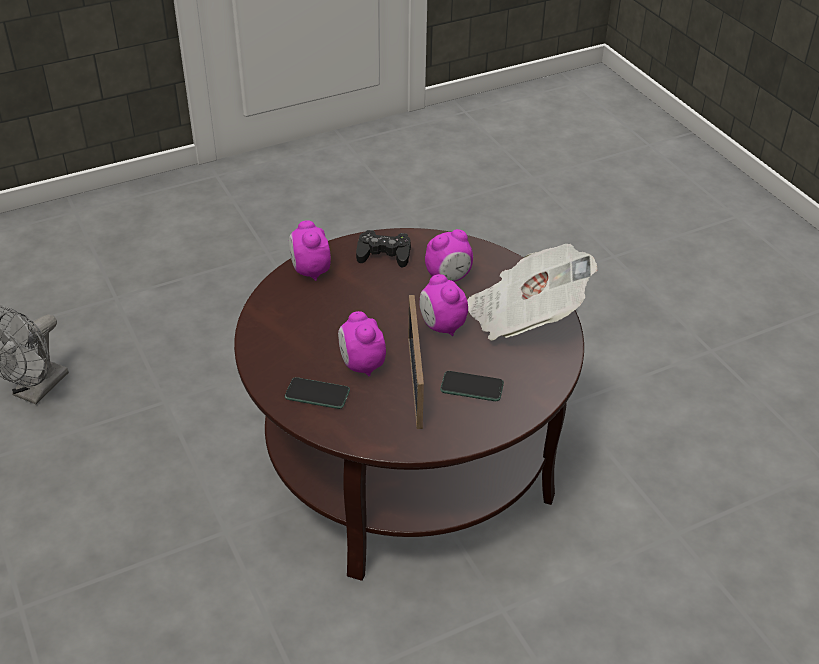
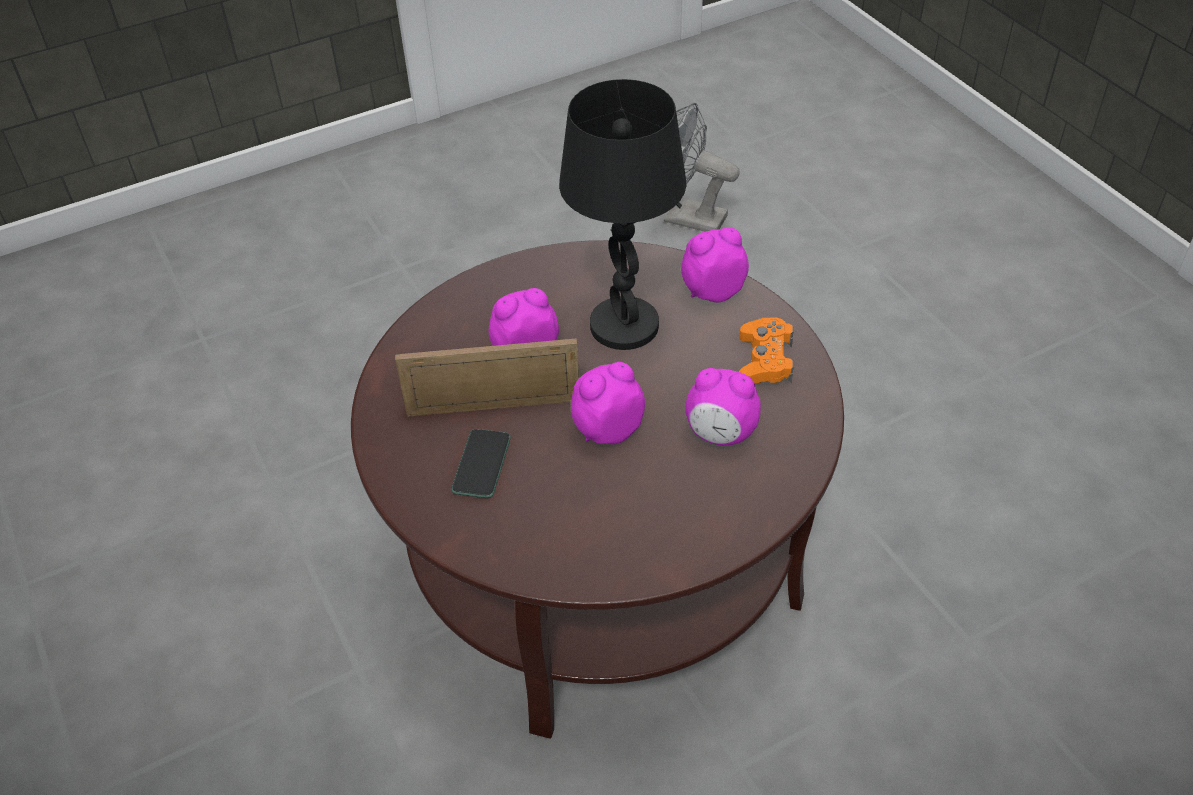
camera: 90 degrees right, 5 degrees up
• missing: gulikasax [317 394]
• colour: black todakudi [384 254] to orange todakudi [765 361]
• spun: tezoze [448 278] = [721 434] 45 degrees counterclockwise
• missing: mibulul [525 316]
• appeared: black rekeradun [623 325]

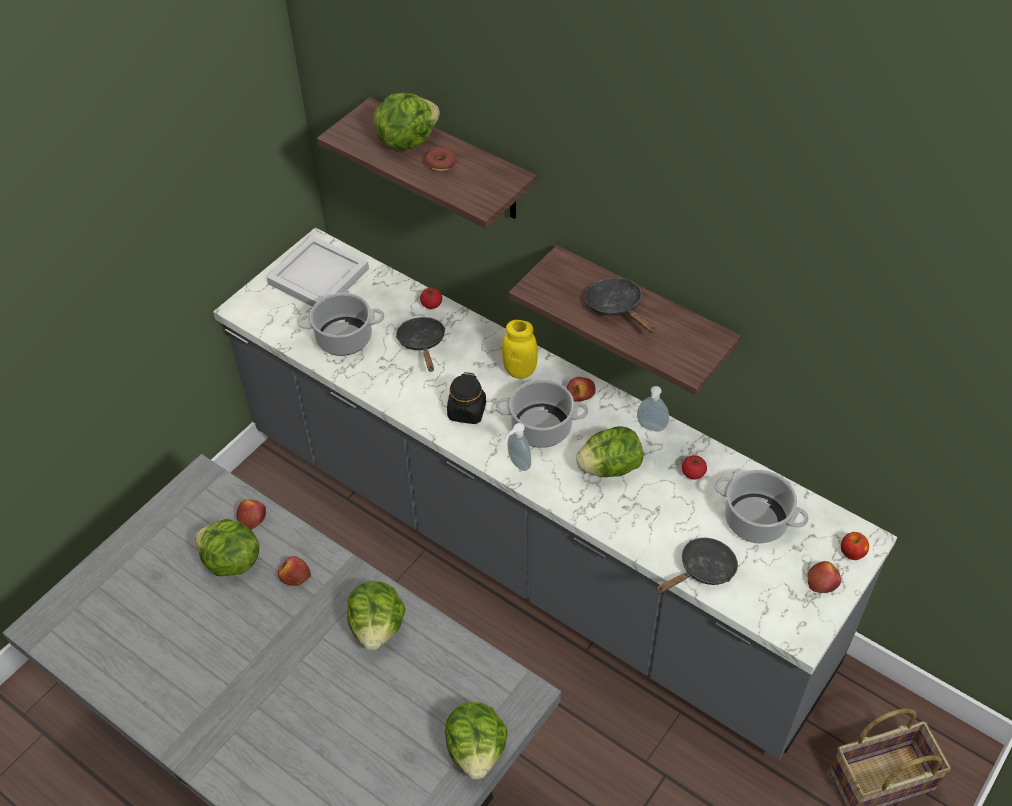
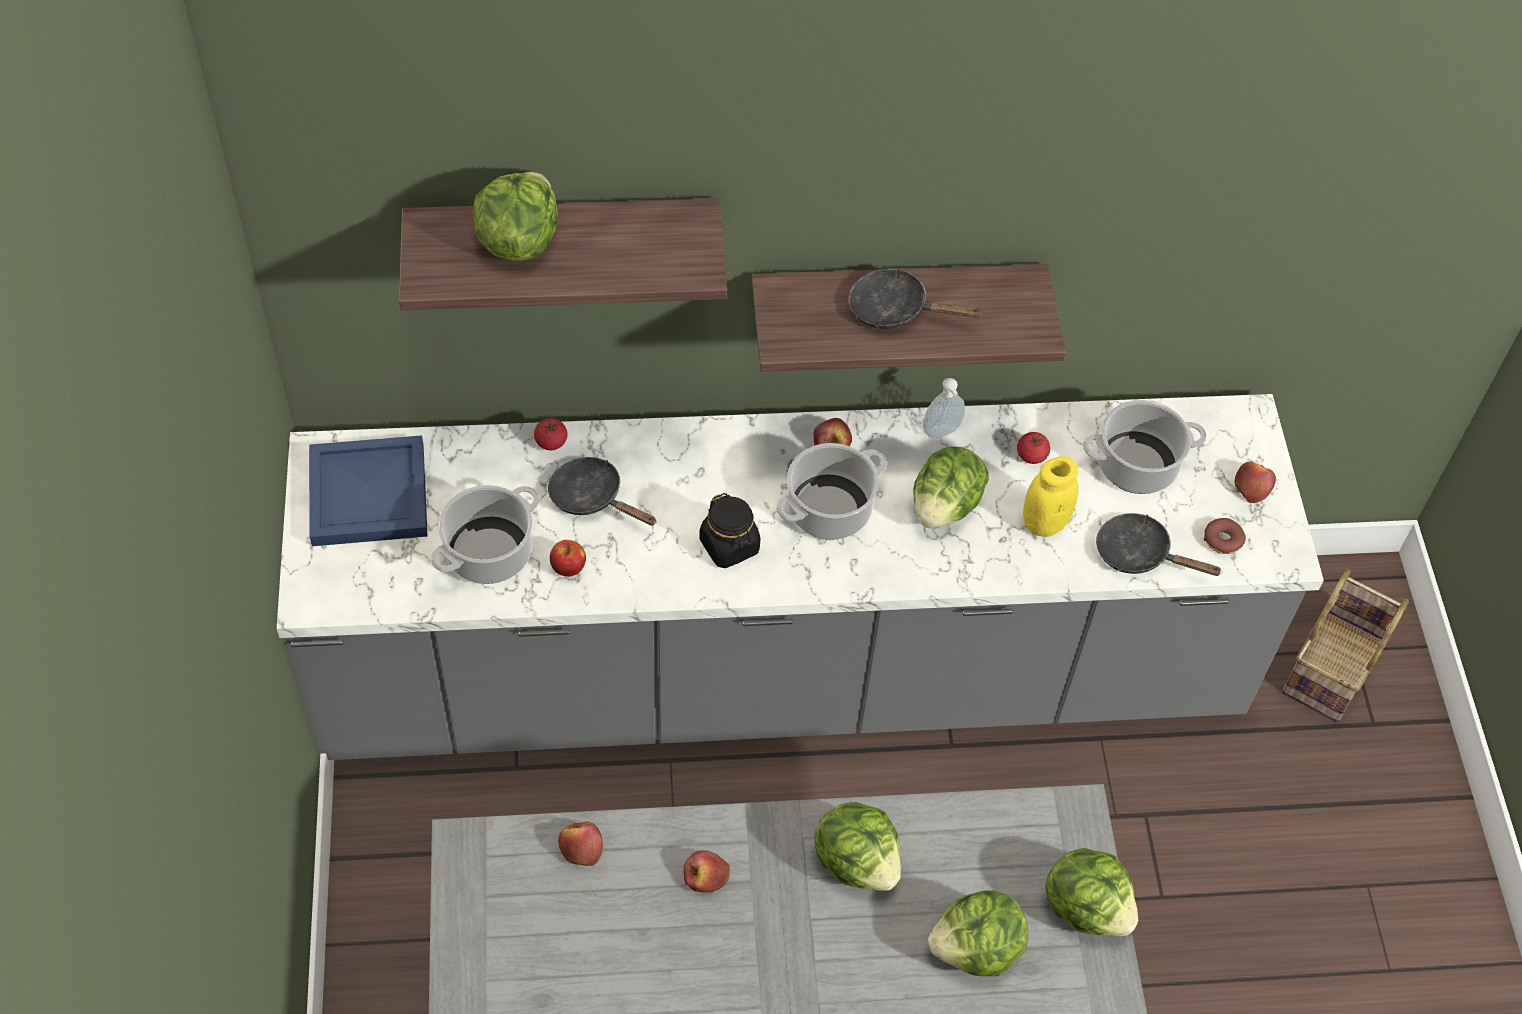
camera: 45 degrees left, 5 degrees up
• relocated: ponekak [231 562] to [977 950]
• colour: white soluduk [318 275] to blue soluduk [366 493]
• relocated: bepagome [441 164] to [1222 540]
• relocated: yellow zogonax [520 370] to [1044 523]
• missing: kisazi [518 464]
• spun: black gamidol [702 570] = [1139 554] 75 degrees counterclockwise
• relocated: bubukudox [852 553] to [568 567]

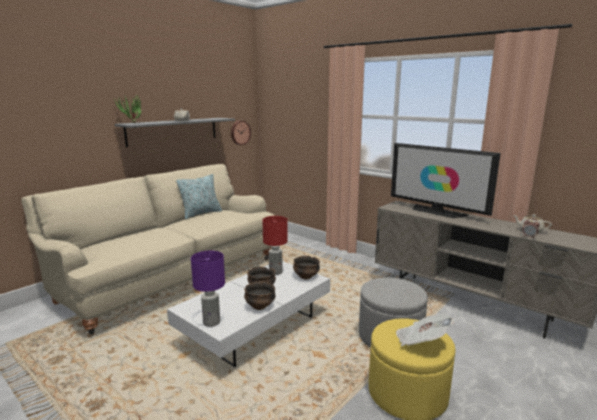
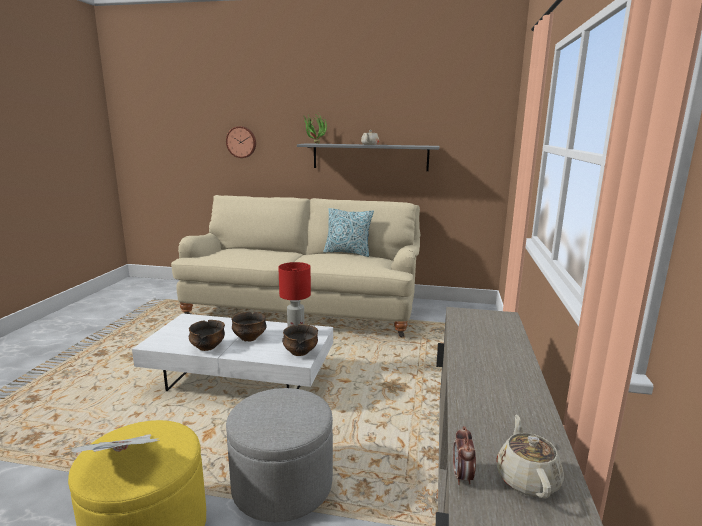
camera: 60 degrees right, 0 degrees up
• missing: purple rekeradun [212 322]
• relocated: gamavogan [240 132] to [241 142]
• missing: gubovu [436 211]

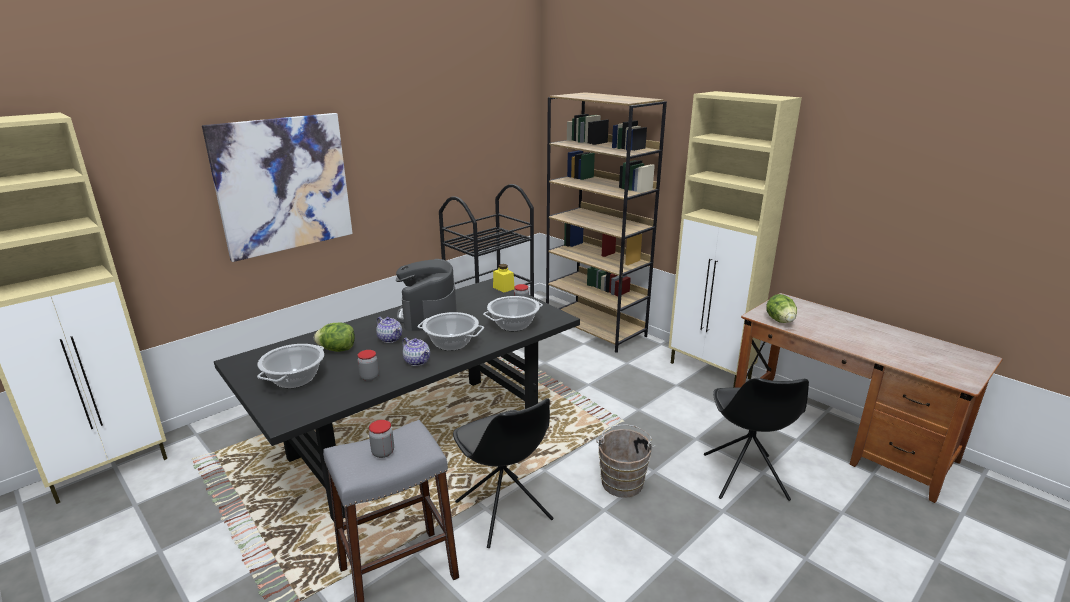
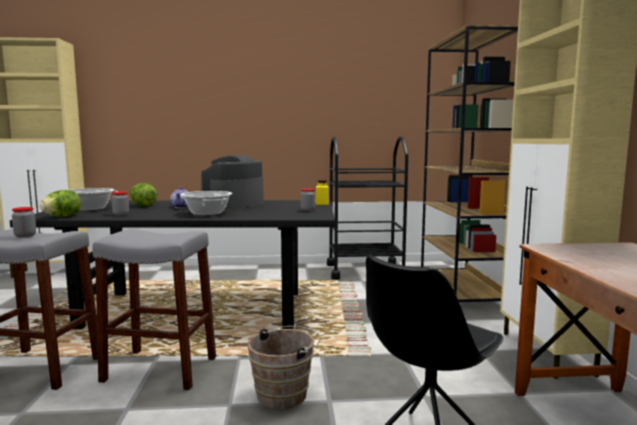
camera: 40 degrees right, 15 degrees down
• missing: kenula [284 185]
• missing: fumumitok [417 361]
• exchanged: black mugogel [504 512] to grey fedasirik [160 369]
• missing: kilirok [513 325]
• relocated: ponekak [780 321] to [62 217]

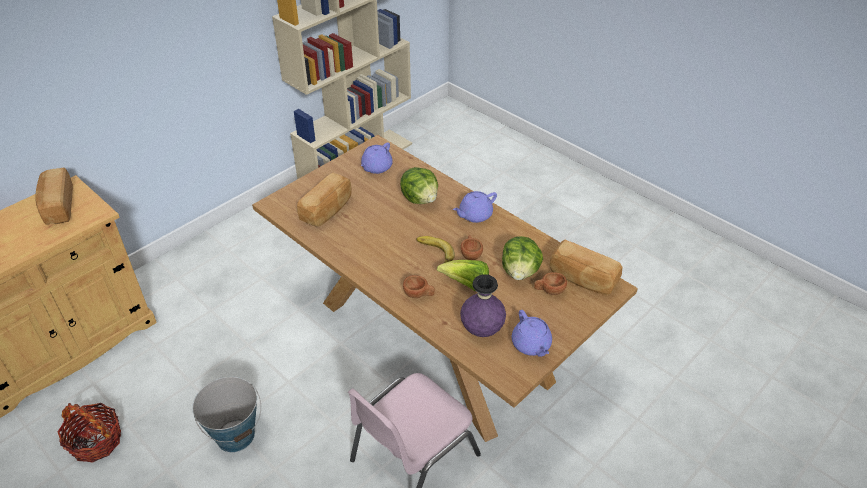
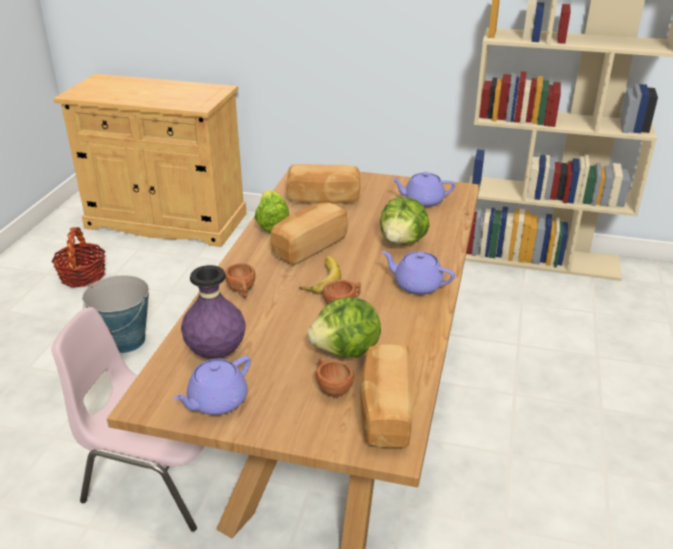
camera: 60 degrees right, 10 degrees down
• relocated: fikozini [58 207] to [308 246]
• relocated: ponekak [466 284] to [272 224]

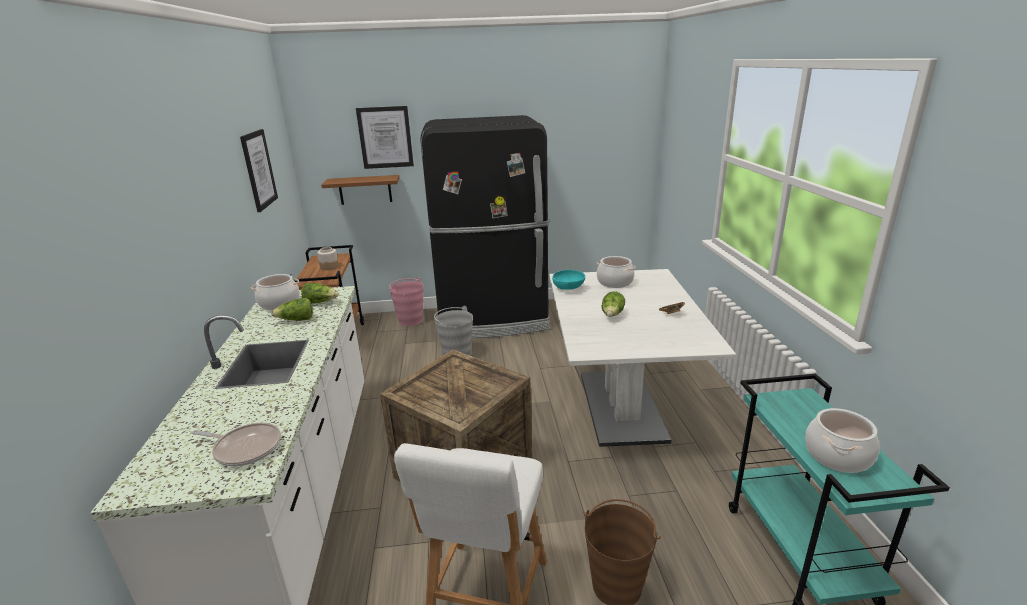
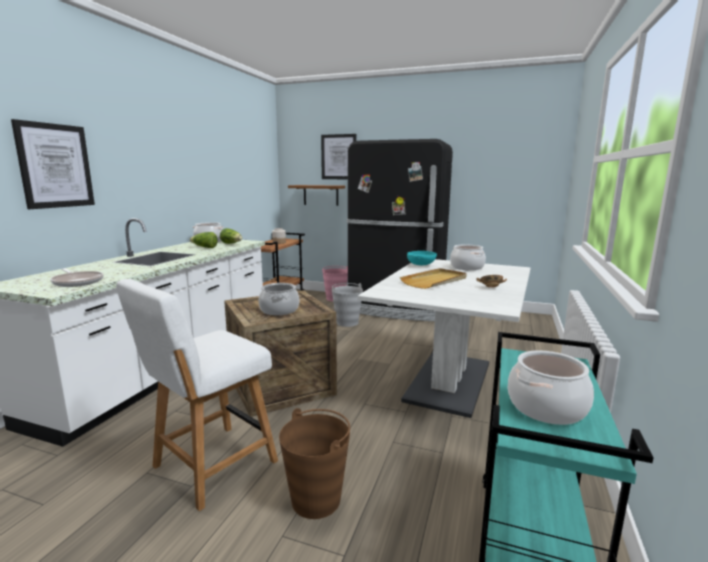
camera: 25 degrees right, 10 degrees down
• relocated: kenula [258 169] to [55 166]
• exchanged: ponekak [612 315] to beige soluduk [435 281]
• appeared: kilirok [279 310]

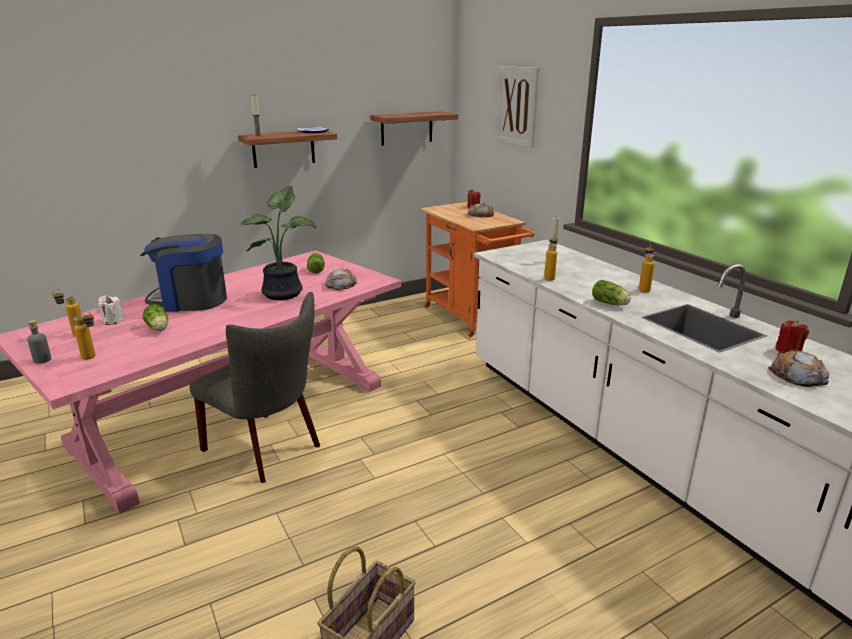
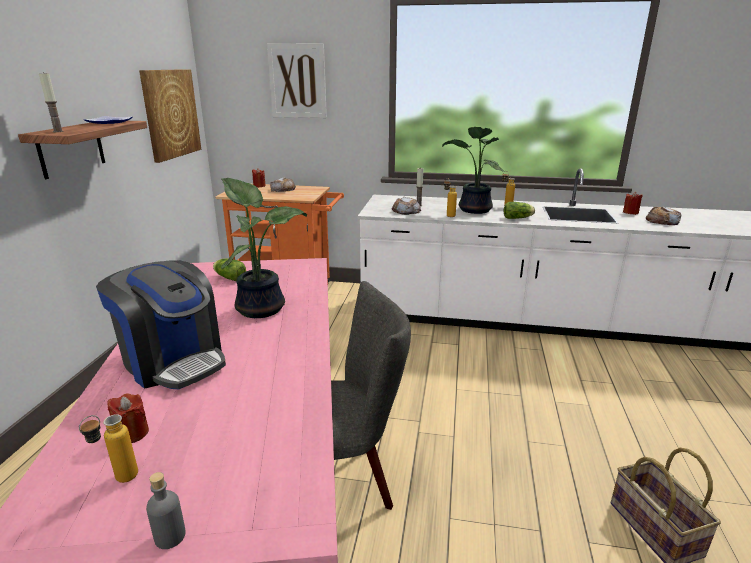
camera: 50 degrees left, 0 degrees up
• missing: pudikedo [93 358]
• colour: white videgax [113 321] to red videgax [132 433]
• spun: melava [190 300] = [173 360] 90 degrees counterclockwise
• missing: ponekak [158 328]
• relocated: fikozini [341 284] to [406 211]
• exchanged: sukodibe [406 128] to kenula [171 114]
• appeared: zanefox [473 210]

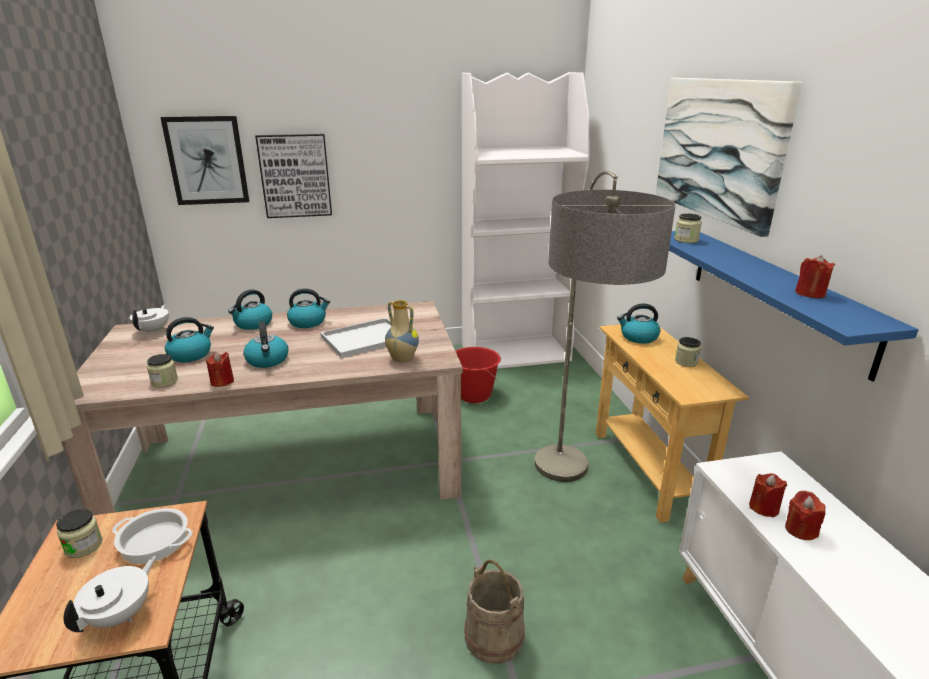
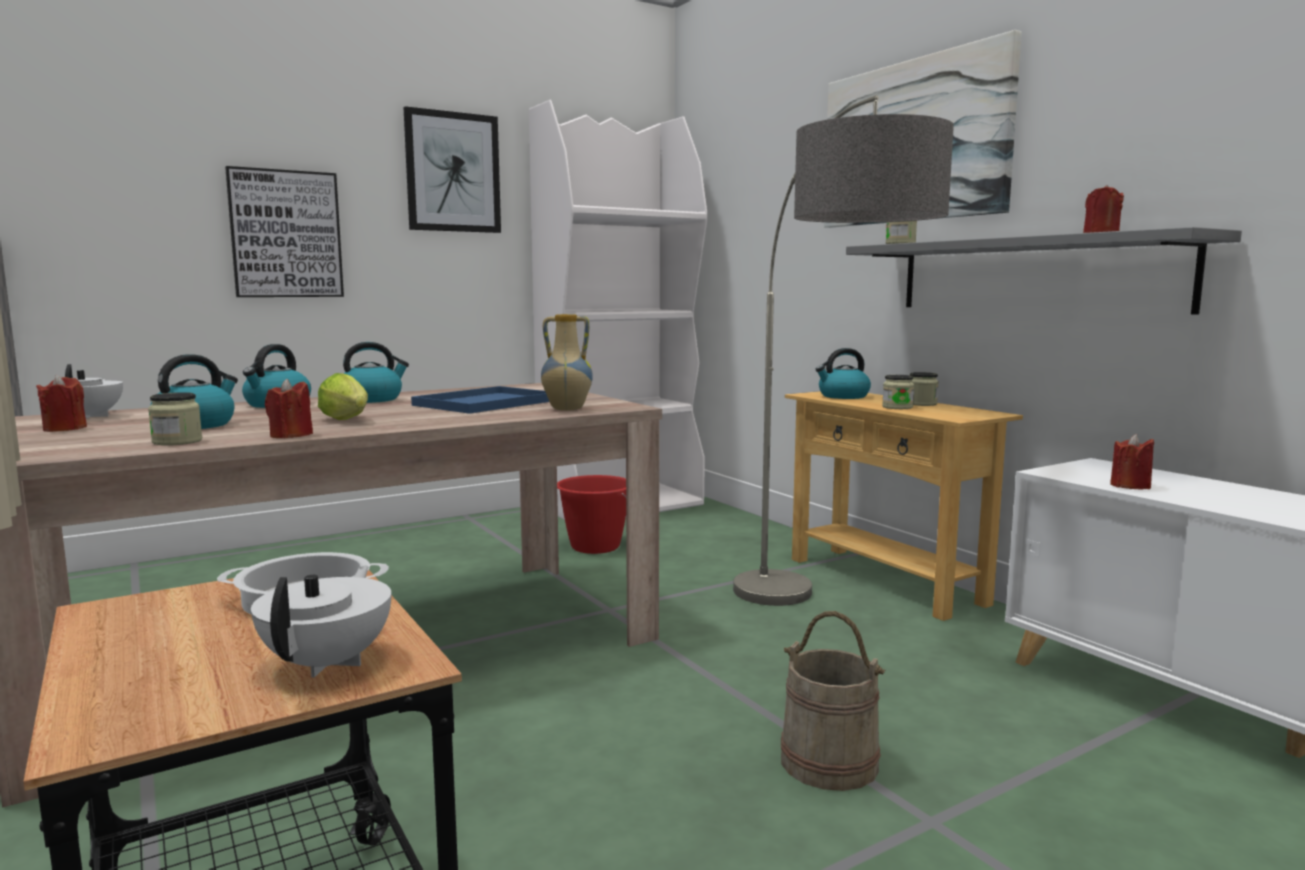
camera: 20 degrees left, 15 degrees down
• relocated: zogonax [84 546] to [897 407]
• relocated: kenula [207 160] to [453 172]
• exchanged: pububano [268 360] to ponekak [348 420]
• colour: white soluduk [366 338] to blue soluduk [486 402]
• colour: blue sukodibe [774 294] to grey sukodibe [1033 275]
• relocated: red videgax [800 530] to [65 429]

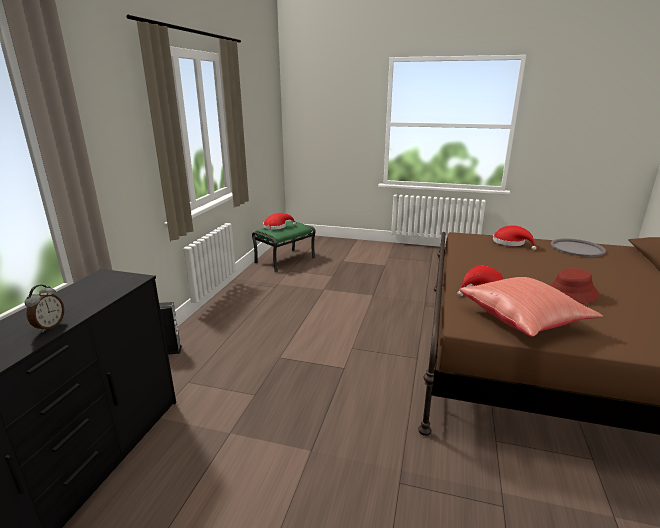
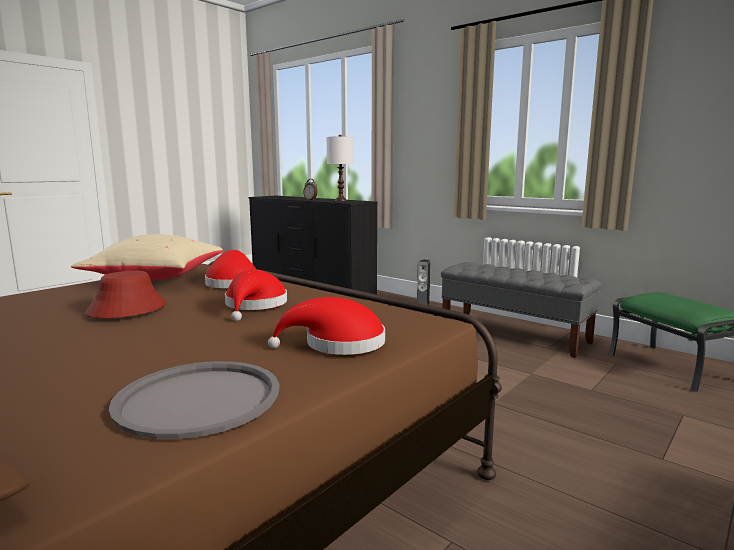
camera: 115 degrees right, 10 degrees down
• relocated: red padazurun [277 226] to [255 305]
• colour: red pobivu [523 320] to beige pobivu [154 279]
• appeared: white rekeradun [341 200]
• appeared: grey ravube [514 334]

